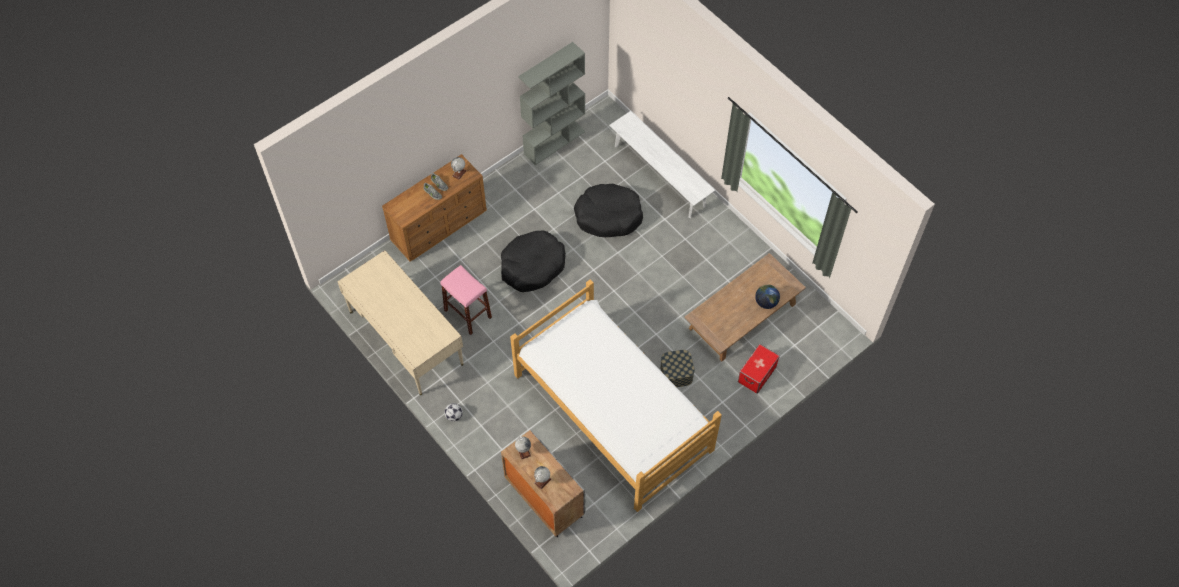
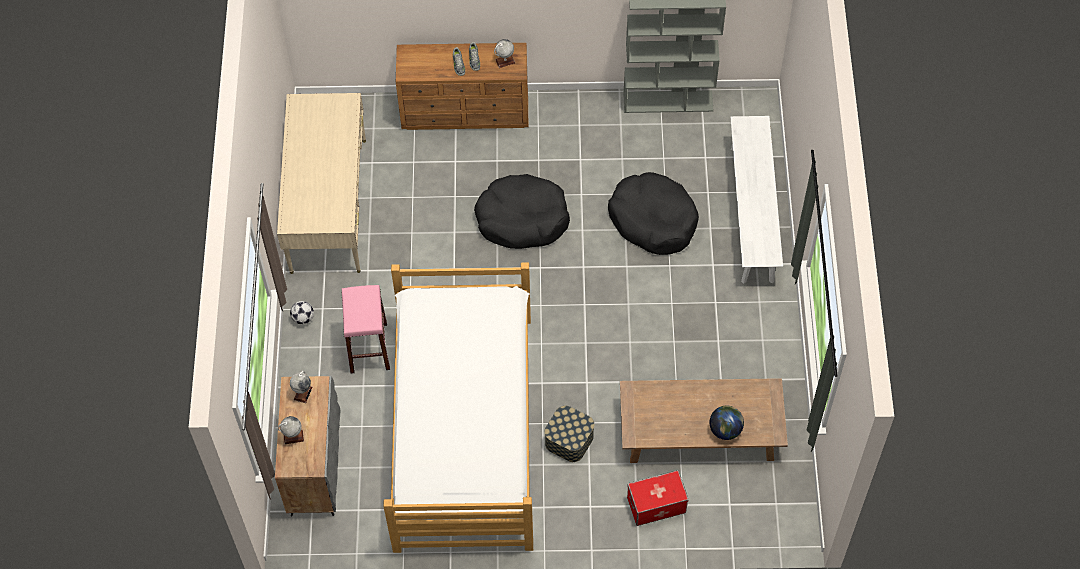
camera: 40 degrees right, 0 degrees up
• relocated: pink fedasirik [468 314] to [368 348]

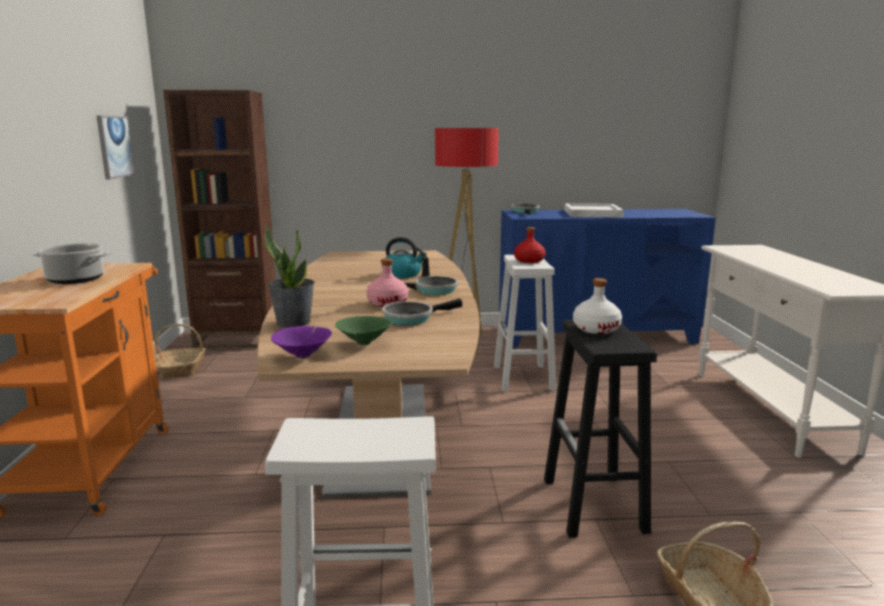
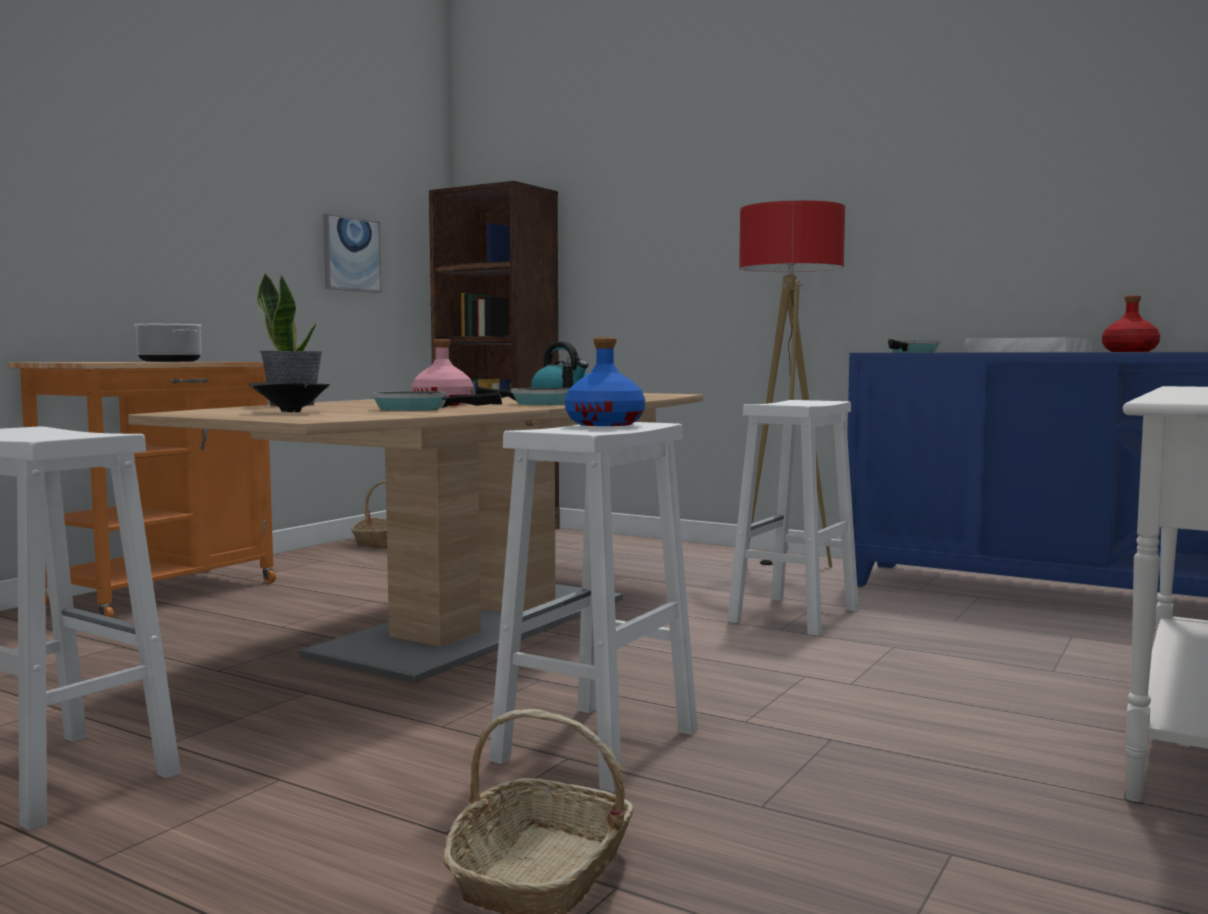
camera: 35 degrees right, 10 degrees down
• missing: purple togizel [304 355]
• colour: green togizel [363 344] to black togizel [289 412]
• relocated: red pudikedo [528 261] to [1129 351]
• colour: black fedasirik [594 506] to white fedasirik [596 747]
• colour: white pudikedo [596 329] to blue pudikedo [605 424]

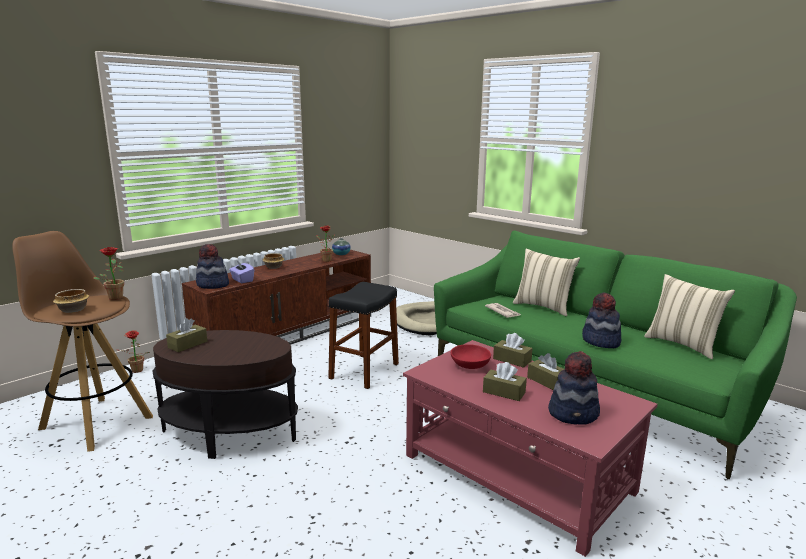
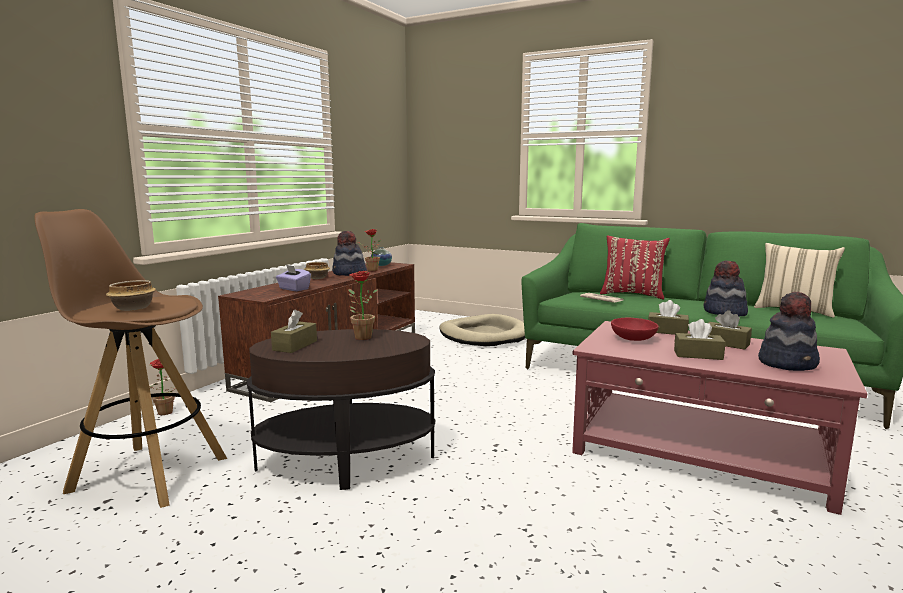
camera: 15 degrees left, 5 degrees down
• relocated: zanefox [115 297] to [360 337]
• relocated: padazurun [212 285] to [349 274]
• missing: black fedasirik [364 371]
• colour: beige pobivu [543 307] to red pobivu [632 294]

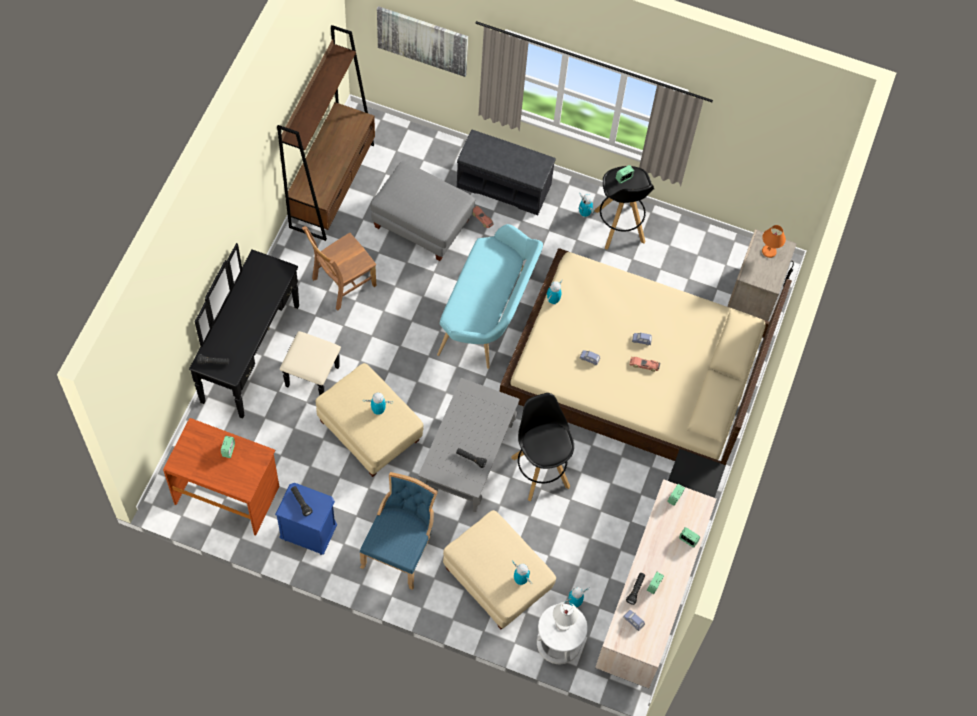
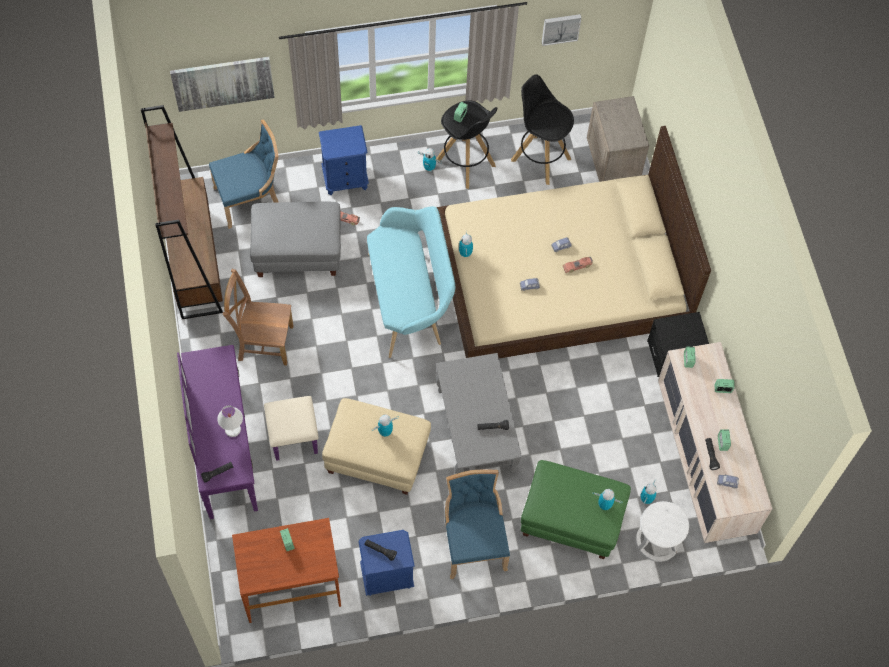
camera: 30 degrees left, 0 degrees up
• colour: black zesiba [265 358] to purple zesiba [240 446]
• spun: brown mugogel [341 283] = [263 342] 75 degrees clockwise
• colour: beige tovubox [497 580] to green tovubox [571 519]
• exchanged: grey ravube [505 185] to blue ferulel [345 180]
• relocated: black fedasirik [540 471] to [540 159]
• relocated: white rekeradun [562 623] to [232 430]
• missing: orange rekeradun [769 251]
• appeared: blue mugogel [250 199]
• appeared: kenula [560 28]

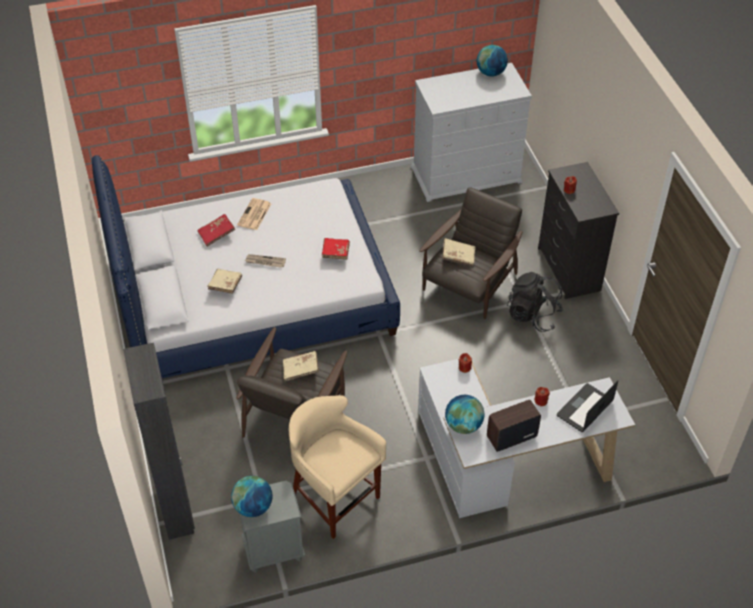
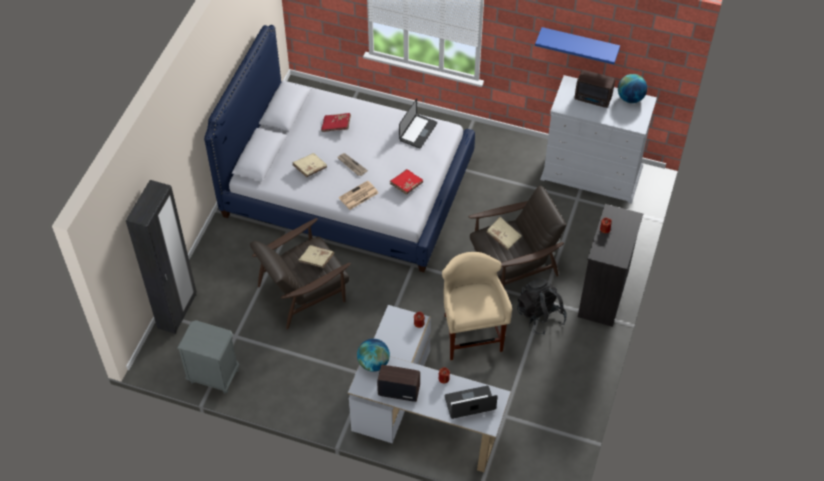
camera: 35 degrees right, 5 degrees up
• missing: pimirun [253 507]
• relocated: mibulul [254 215] to [358 196]
• relocated: beige fedasirik [334 498] to [471 334]
• appeared: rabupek [418 132]
• appeared: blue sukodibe [579 44]
• appeared: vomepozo [593 99]

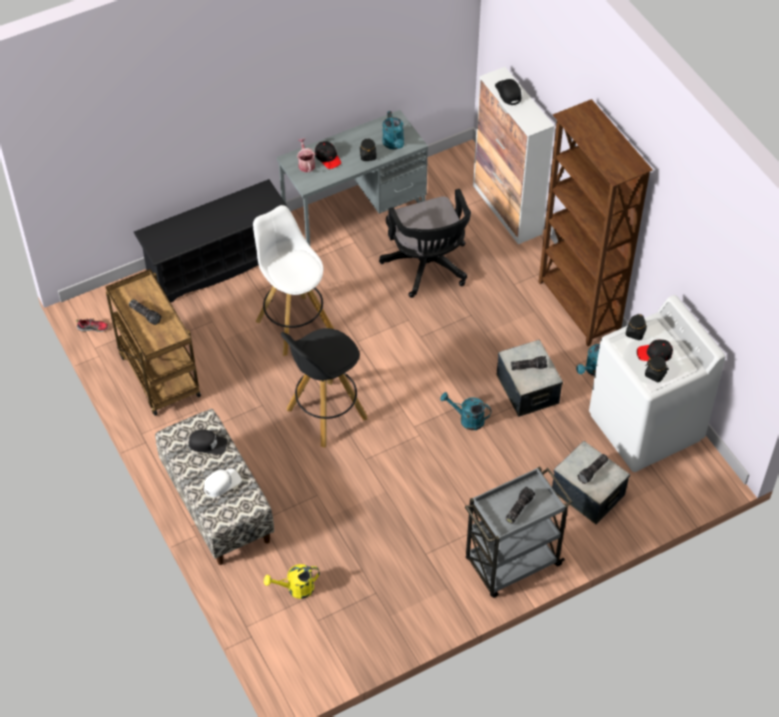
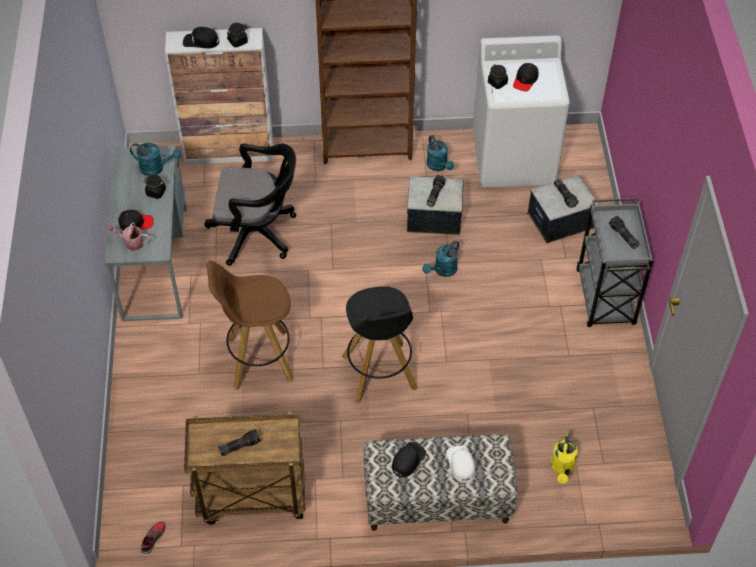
camera: 65 degrees left, 0 degrees up
• missing: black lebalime [218 264]
• colour: white fedasirik [293 324] to brown fedasirik [258 360]
• relocated: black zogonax [655 374] to [238 41]

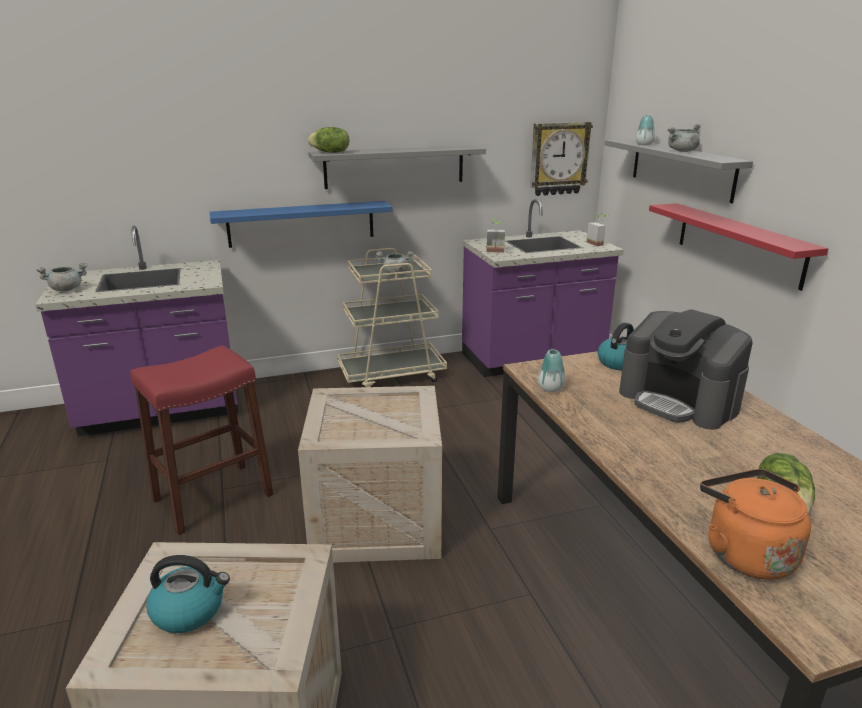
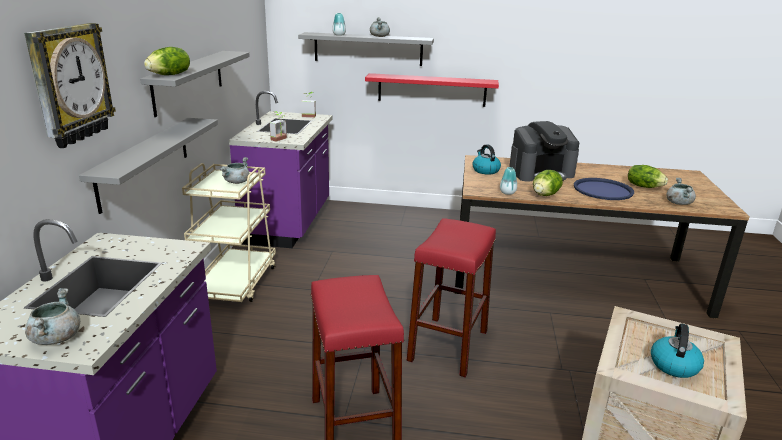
camera: 65 degrees left, 0 degrees up
• colour: blue sukodibe [301 224] to grey sukodibe [144 161]
• exchanged: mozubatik [378 520] to red fedasirik [448 345]
• relocated: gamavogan [558 158] to [70 84]
• exchanged: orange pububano [745 553] to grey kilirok [678 203]
• appeared: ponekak [545 195]
• appeared: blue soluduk [603 190]

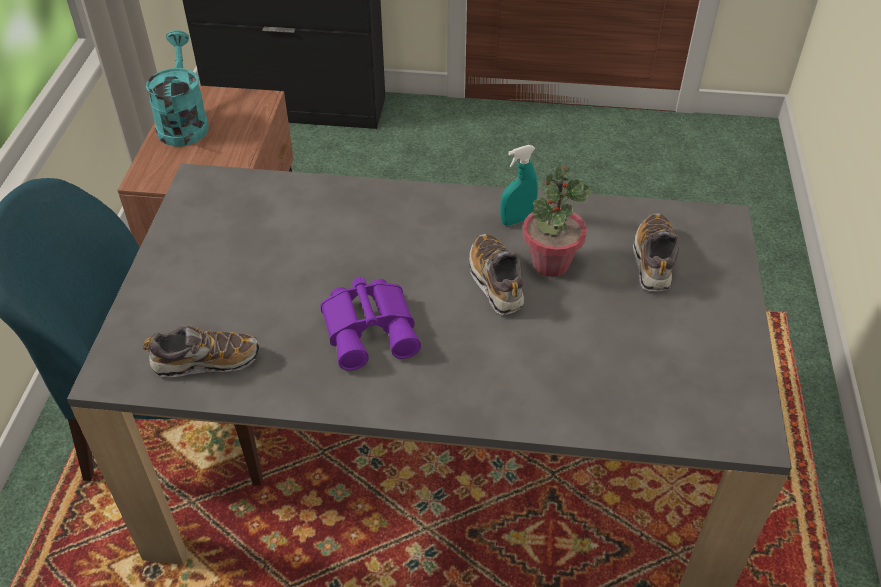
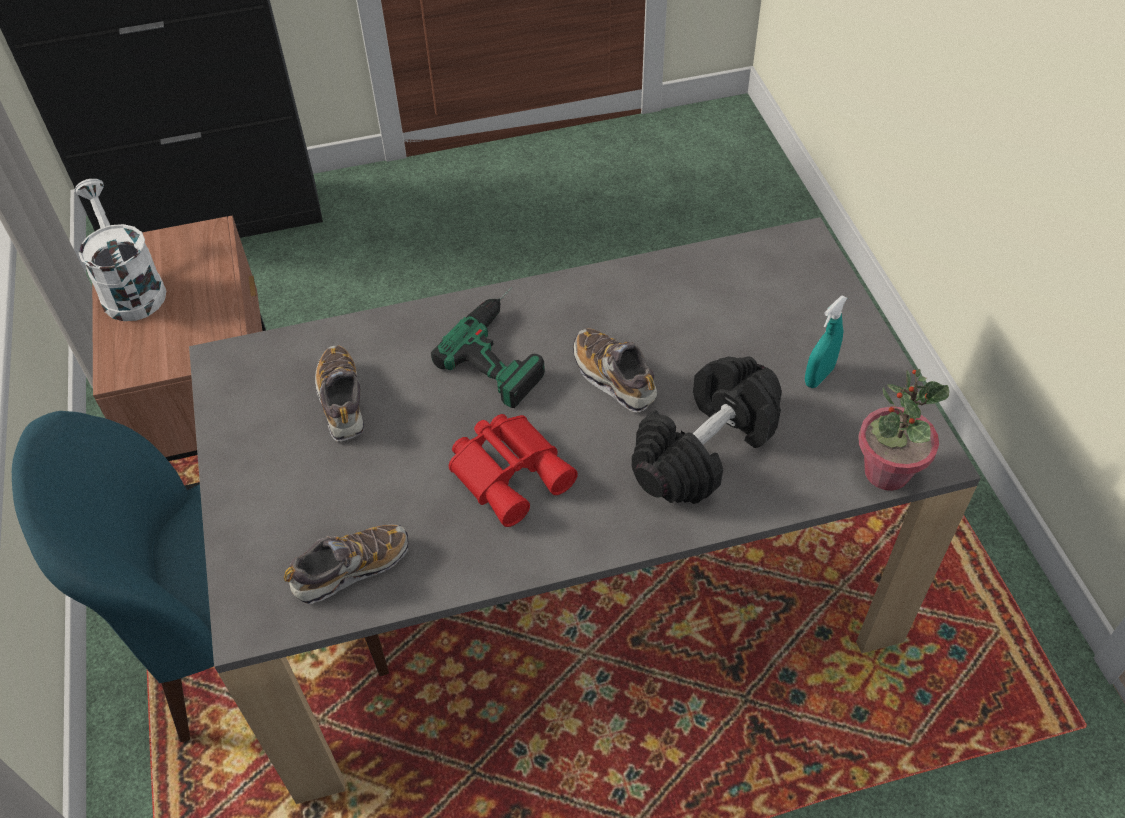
camera: 20 degrees left, 5 degrees up
• colour: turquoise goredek [183 122] to white goredek [130 288]
• colour: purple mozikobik [371 328] to red mozikobik [511 471]
• relocated: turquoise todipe [517 220] to [819 376]
• relocated: zanefox [550 263] to [886 472]
• relocated: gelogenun [653 261] to [342 401]
• appeared: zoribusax [507 348]
• appeared: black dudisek [704 448]

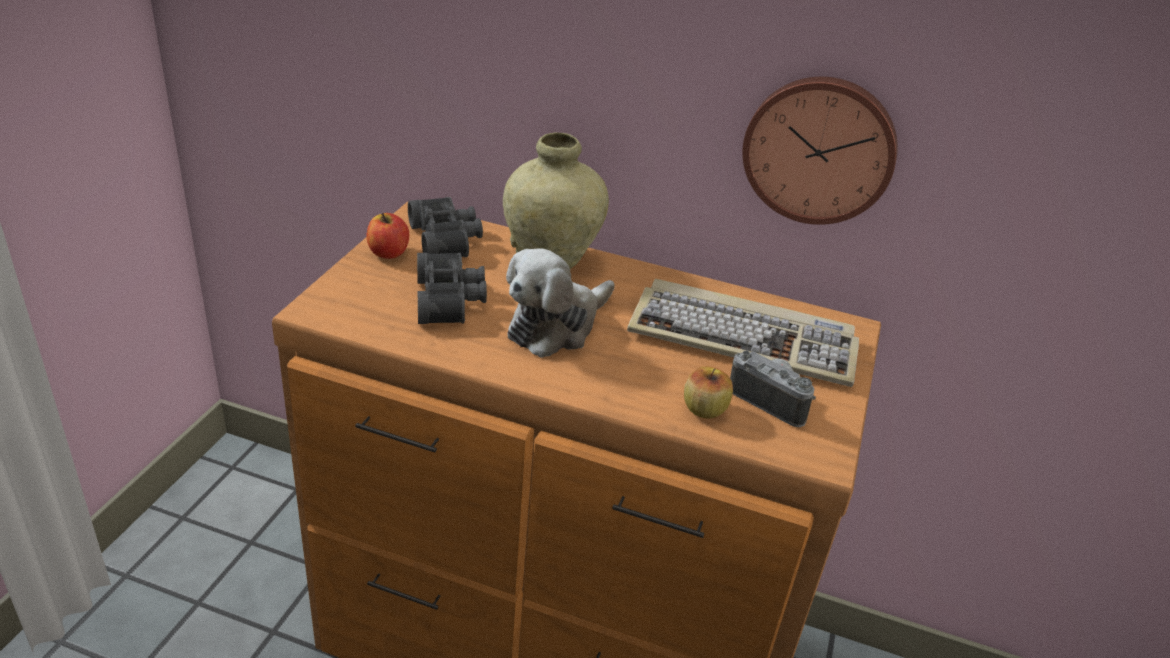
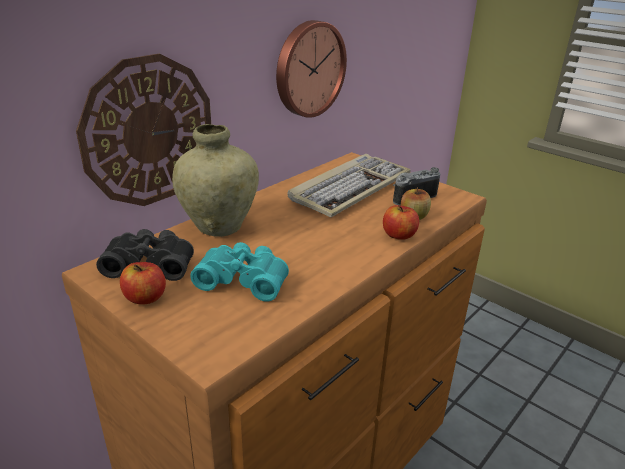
camera: 65 degrees left, 5 degrees down
• colour: black mozikobik [451 300] to turquoise mozikobik [244 279]
• missing: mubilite [556 326]
• appeared: gamavogan [149 132]
• appeared: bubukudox [399 235]

